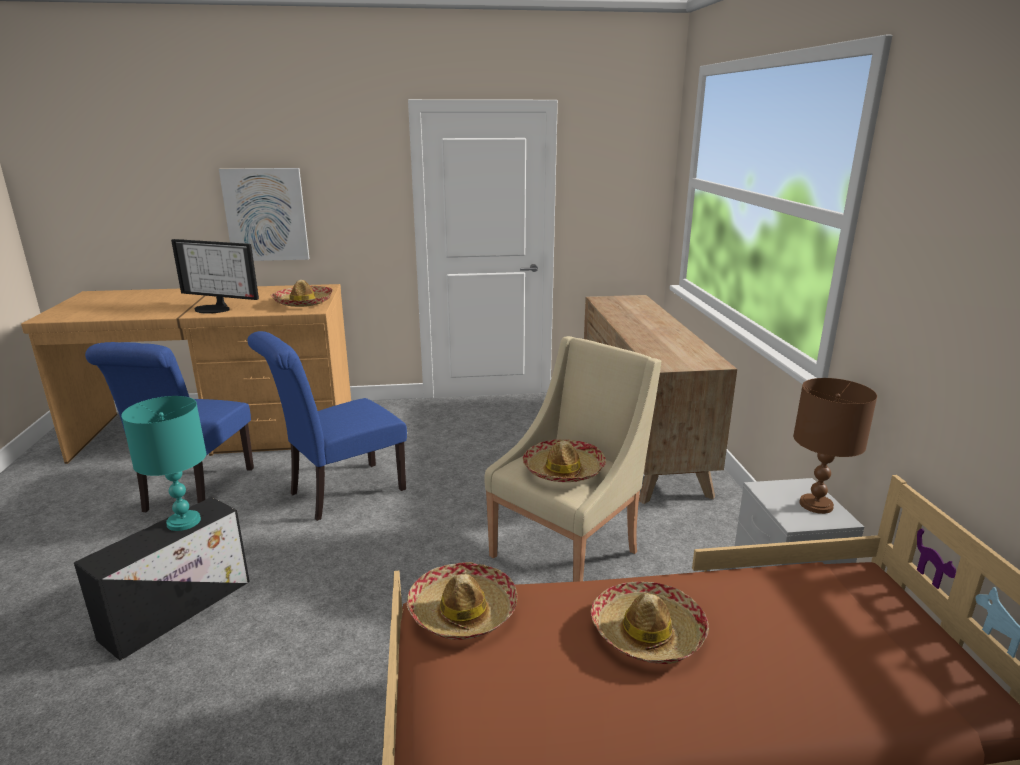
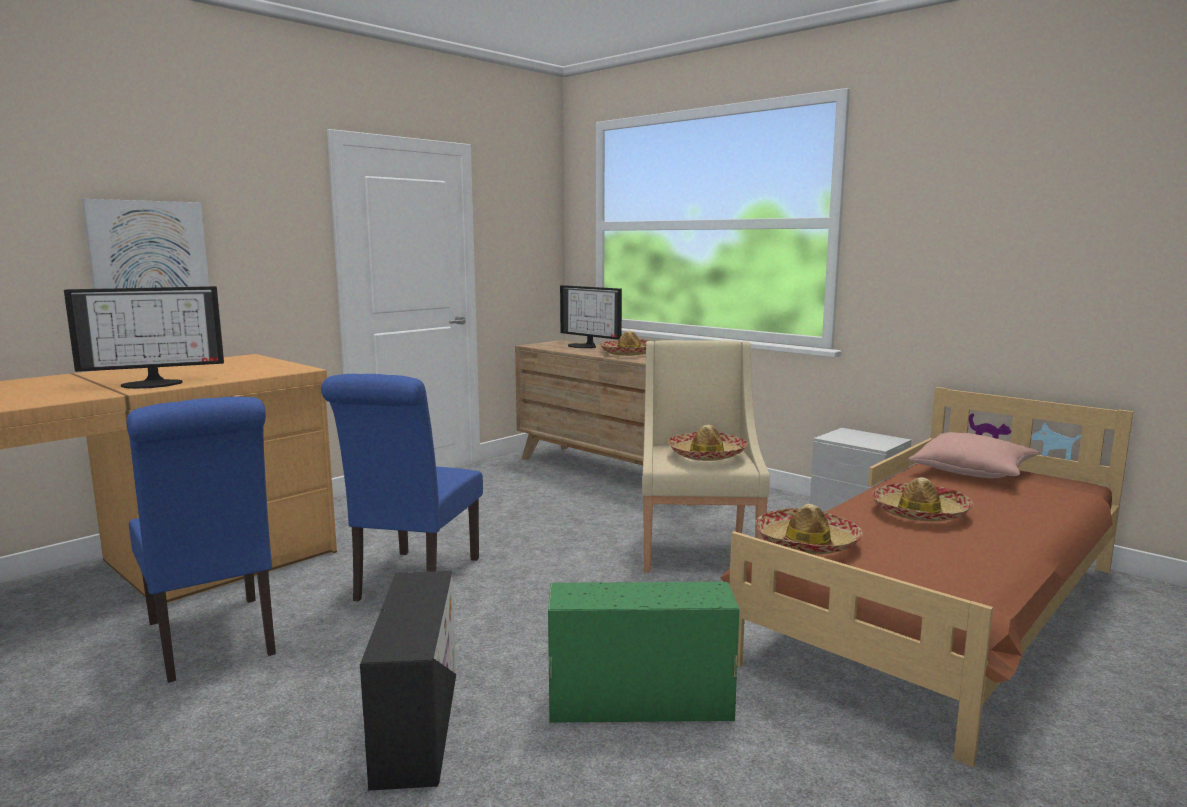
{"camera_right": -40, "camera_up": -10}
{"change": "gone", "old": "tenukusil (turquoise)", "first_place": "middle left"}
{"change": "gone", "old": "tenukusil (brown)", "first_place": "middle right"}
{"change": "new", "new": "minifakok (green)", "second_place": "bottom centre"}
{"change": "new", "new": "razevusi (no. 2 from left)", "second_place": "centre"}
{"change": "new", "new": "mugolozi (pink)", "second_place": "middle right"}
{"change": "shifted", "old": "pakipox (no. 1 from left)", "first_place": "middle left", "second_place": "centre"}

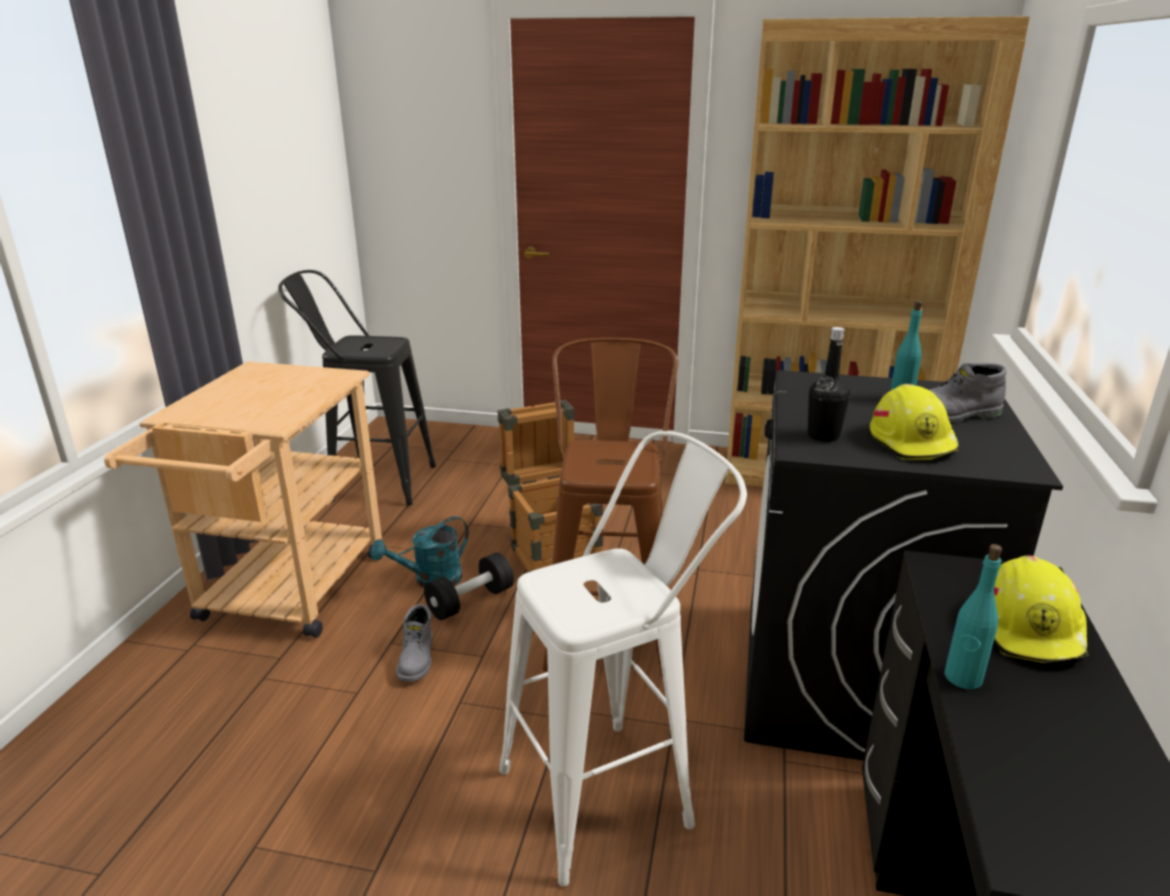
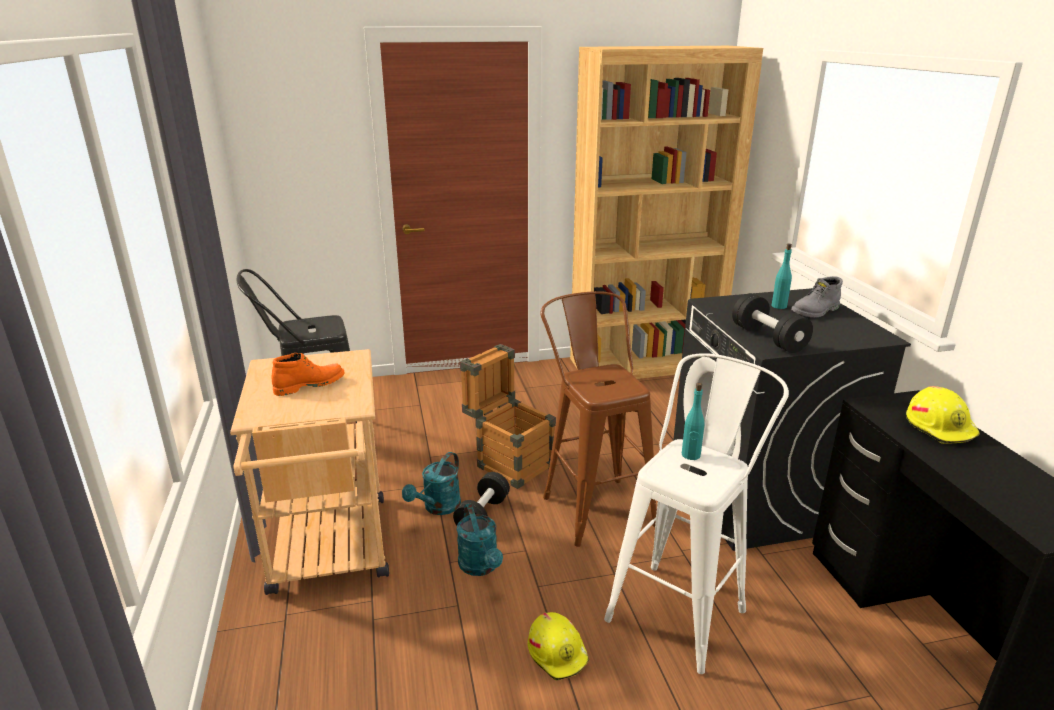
{"camera_right": -25, "camera_up": 0}
{"change": "new", "new": "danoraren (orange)", "second_place": "middle left"}
{"change": "shifted", "old": "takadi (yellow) (no. 1 from left)", "first_place": "middle right", "second_place": "bottom centre"}
{"change": "shifted", "old": "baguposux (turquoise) (no. 2 from left in the first image)", "new": "baguposux (turquoise) (no. 1 from left)", "first_place": "bottom right", "second_place": "centre"}
{"change": "swapped", "old": "danoraren (grey) (no. 1 from left)", "new": "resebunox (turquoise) (no. 2 from left)", "first_place": "bottom centre", "second_place": "bottom centre"}
{"change": "swapped", "old": "baguposux (black)", "new": "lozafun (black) (no. 2 from left)", "first_place": "middle right", "second_place": "middle right"}

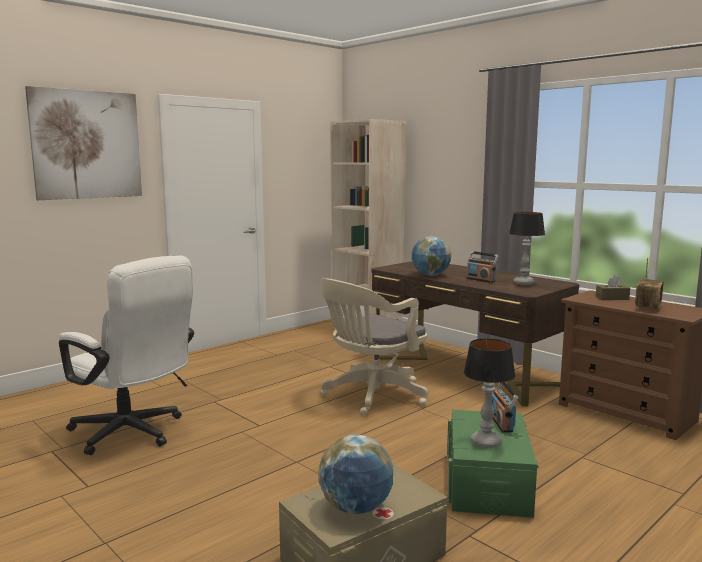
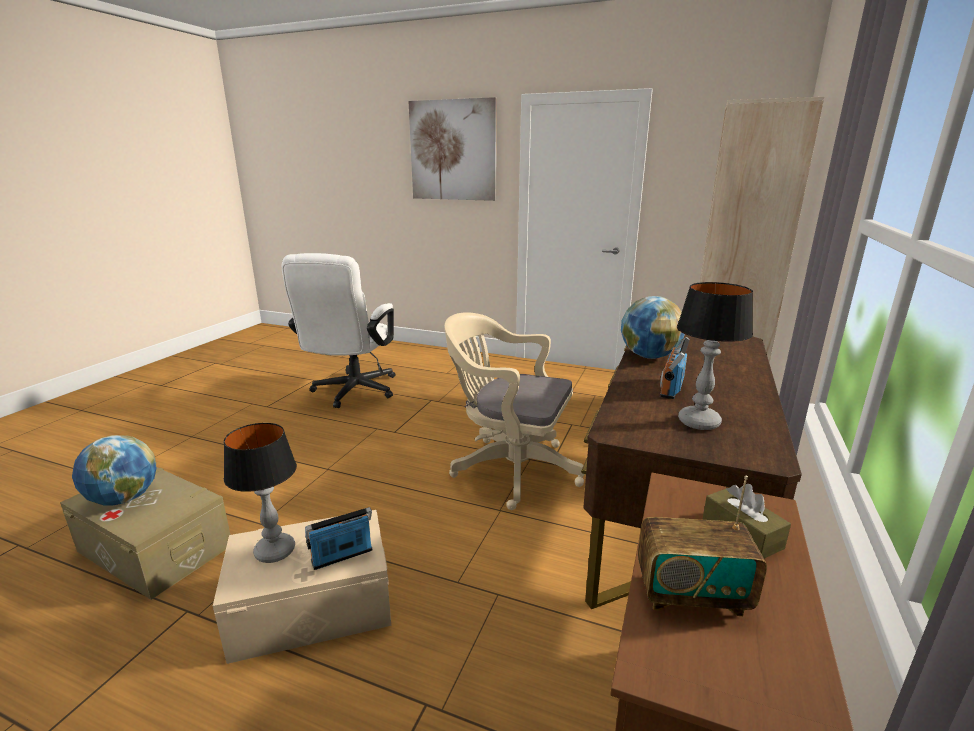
{"camera_right": 65, "camera_up": 10}
{"change": "repainted", "old": "minifakok (green)", "new": "minifakok (beige) (no. 2 from left)", "first_place": "bottom right", "second_place": "bottom left"}

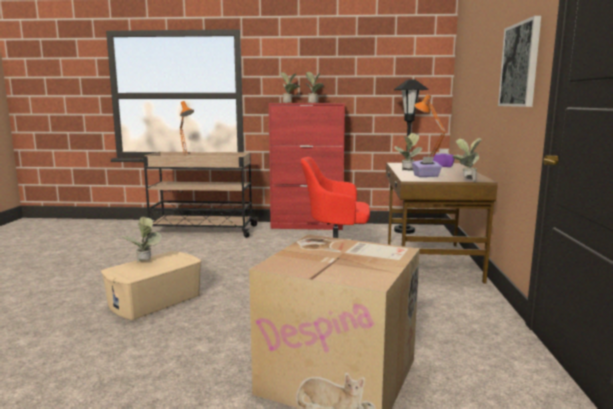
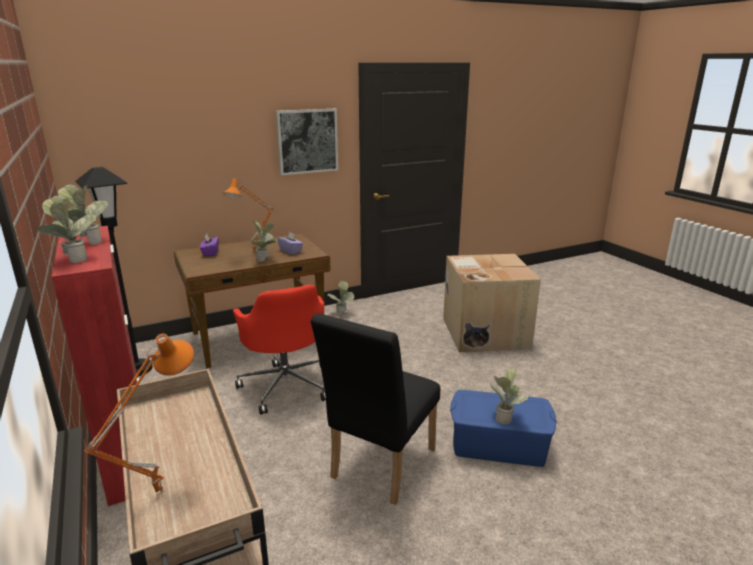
{"camera_right": -120, "camera_up": 10}
{"change": "new", "new": "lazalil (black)", "second_place": "bottom centre"}
{"change": "shifted", "old": "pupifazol (no. 5 from left in the first image)", "new": "pupifazol (no. 4 from left)", "first_place": "middle right", "second_place": "centre"}
{"change": "repainted", "old": "minifakok (beige)", "new": "minifakok (blue)", "first_place": "bottom left", "second_place": "bottom right"}

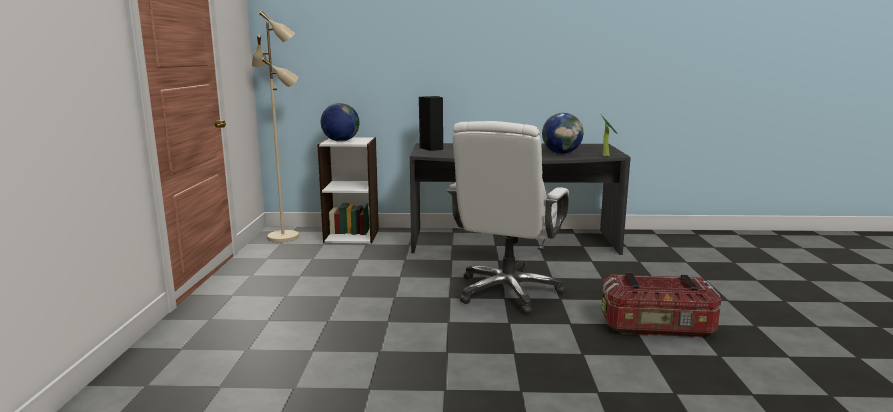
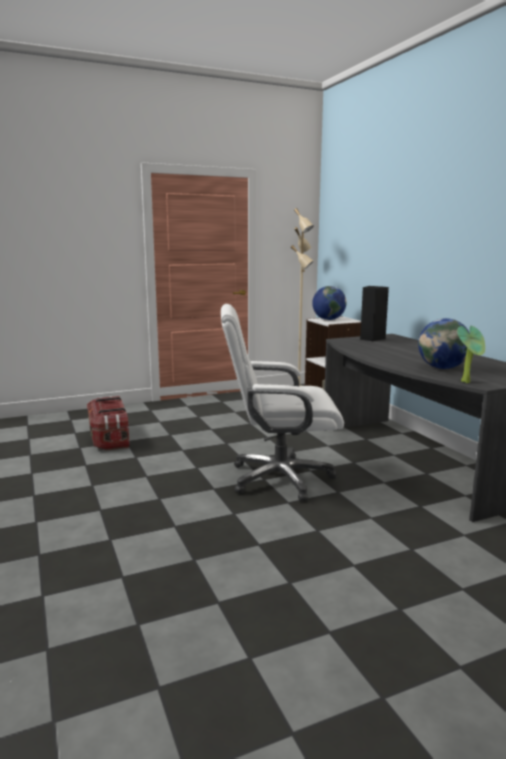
{"camera_right": 65, "camera_up": 0}
{"change": "shifted", "old": "minifakok", "first_place": "bottom right", "second_place": "middle left"}

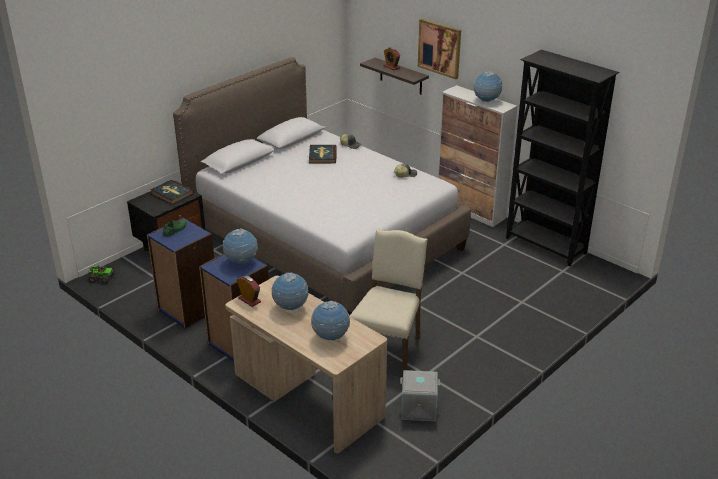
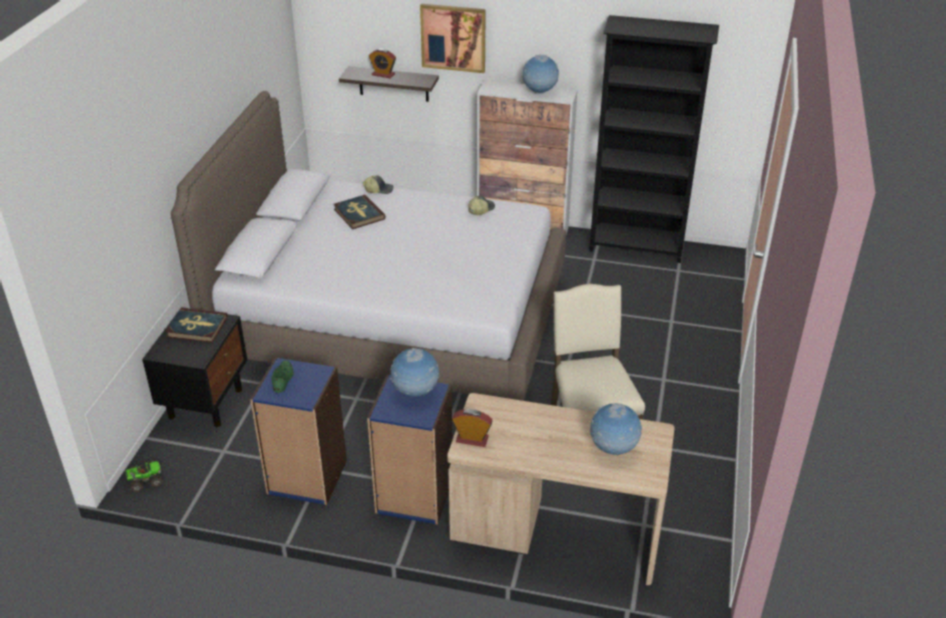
{"camera_right": -30, "camera_up": 5}
{"change": "gone", "old": "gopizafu (no. 2 from left)", "first_place": "centre"}
{"change": "gone", "old": "minifakok (grey)", "first_place": "bottom centre"}

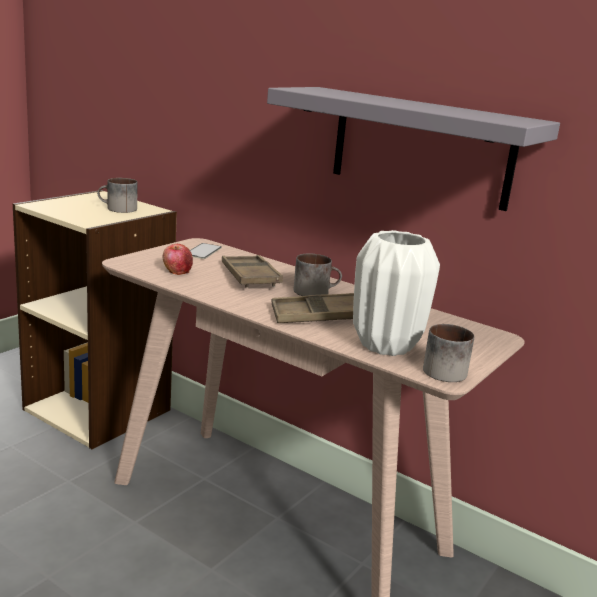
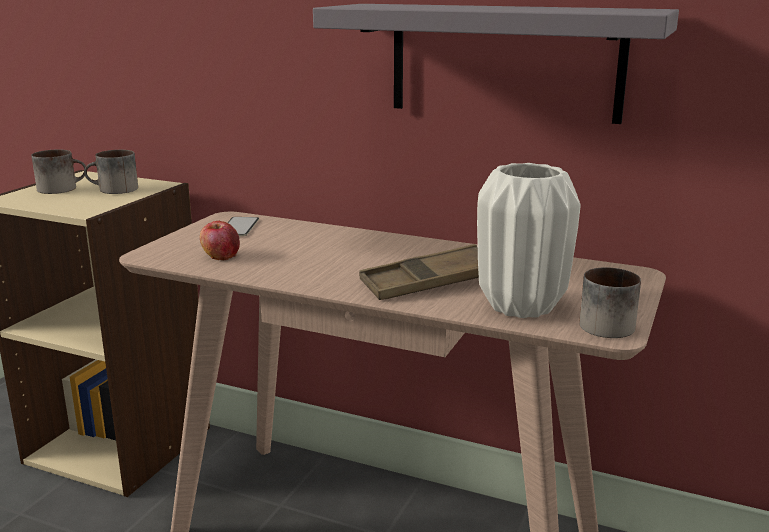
{"camera_right": -10, "camera_up": 0}
{"change": "gone", "old": "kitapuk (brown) (no. 1 from left)", "first_place": "centre"}
{"change": "shifted", "old": "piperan (no. 2 from left in the first image)", "new": "piperan (no. 1 from left)", "first_place": "centre", "second_place": "top left"}

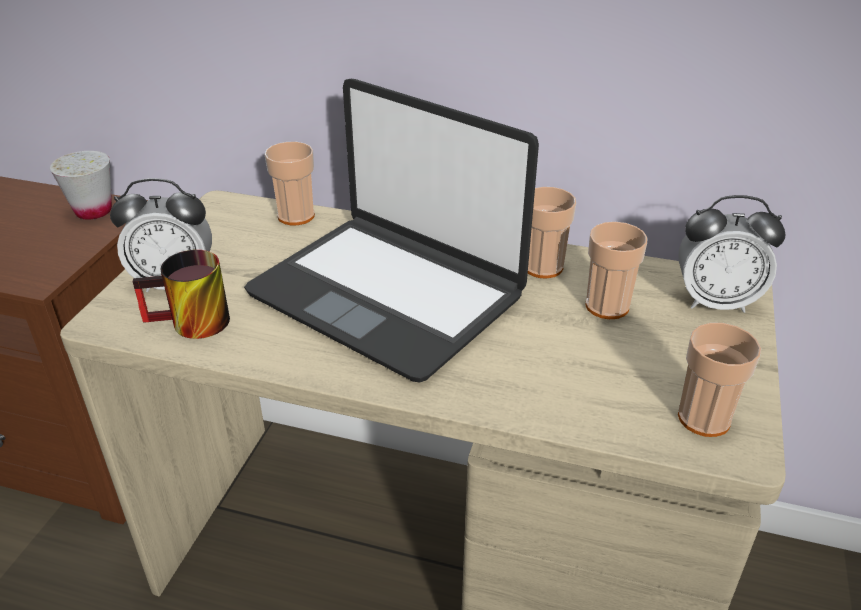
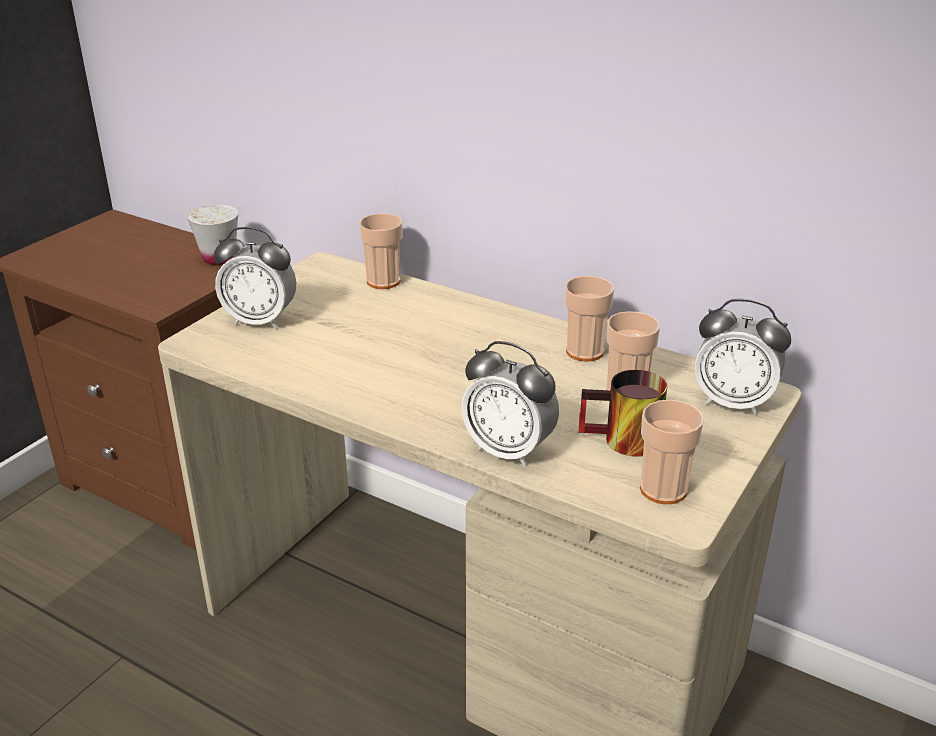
{"camera_right": 15, "camera_up": -5}
{"change": "gone", "old": "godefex", "first_place": "centre"}
{"change": "new", "new": "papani (no. 2 from left)", "second_place": "centre"}
{"change": "shifted", "old": "piperan", "first_place": "middle left", "second_place": "centre"}

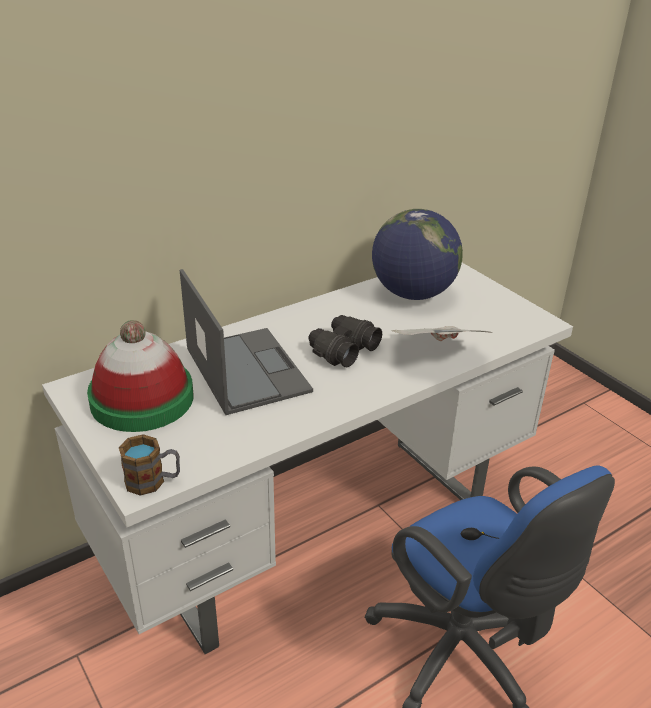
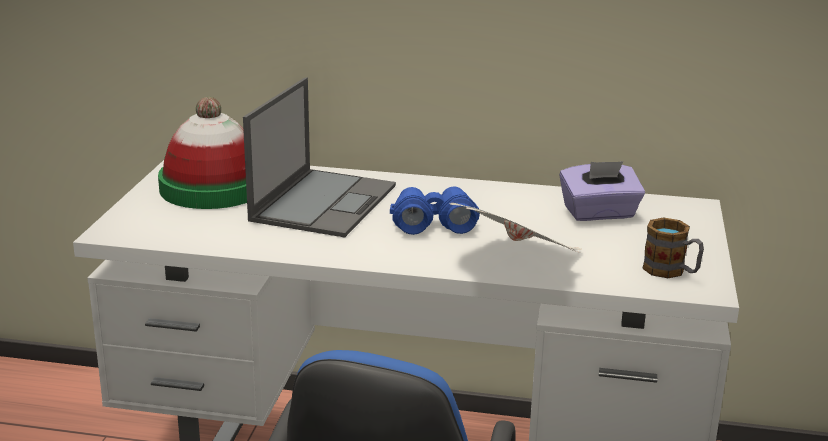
{"camera_right": 45, "camera_up": -10}
{"change": "shifted", "old": "piperan", "first_place": "middle left", "second_place": "middle right"}
{"change": "swapped", "old": "gopizafu", "new": "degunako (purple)", "first_place": "centre", "second_place": "middle right"}
{"change": "repainted", "old": "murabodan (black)", "new": "murabodan (blue)", "first_place": "centre", "second_place": "centre"}

